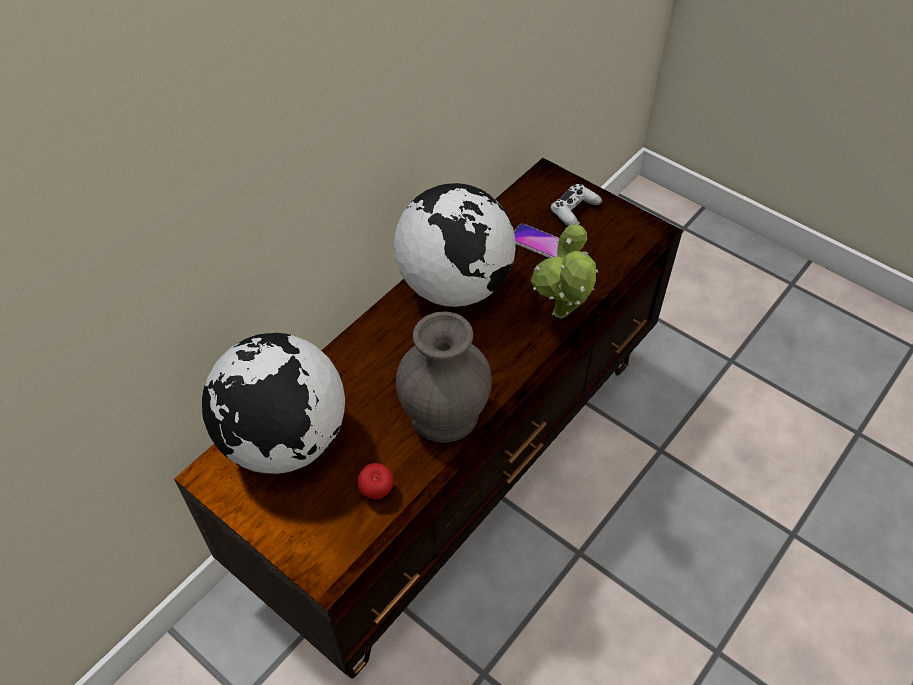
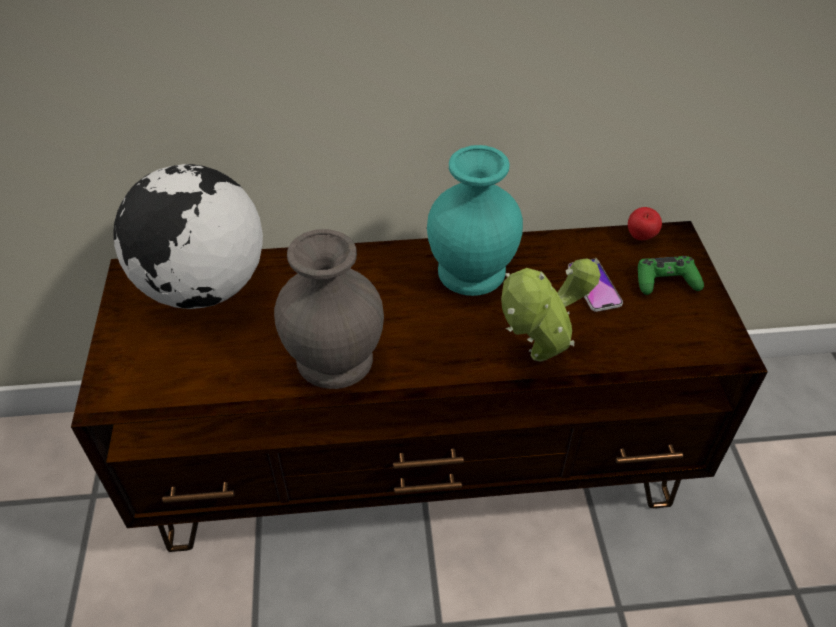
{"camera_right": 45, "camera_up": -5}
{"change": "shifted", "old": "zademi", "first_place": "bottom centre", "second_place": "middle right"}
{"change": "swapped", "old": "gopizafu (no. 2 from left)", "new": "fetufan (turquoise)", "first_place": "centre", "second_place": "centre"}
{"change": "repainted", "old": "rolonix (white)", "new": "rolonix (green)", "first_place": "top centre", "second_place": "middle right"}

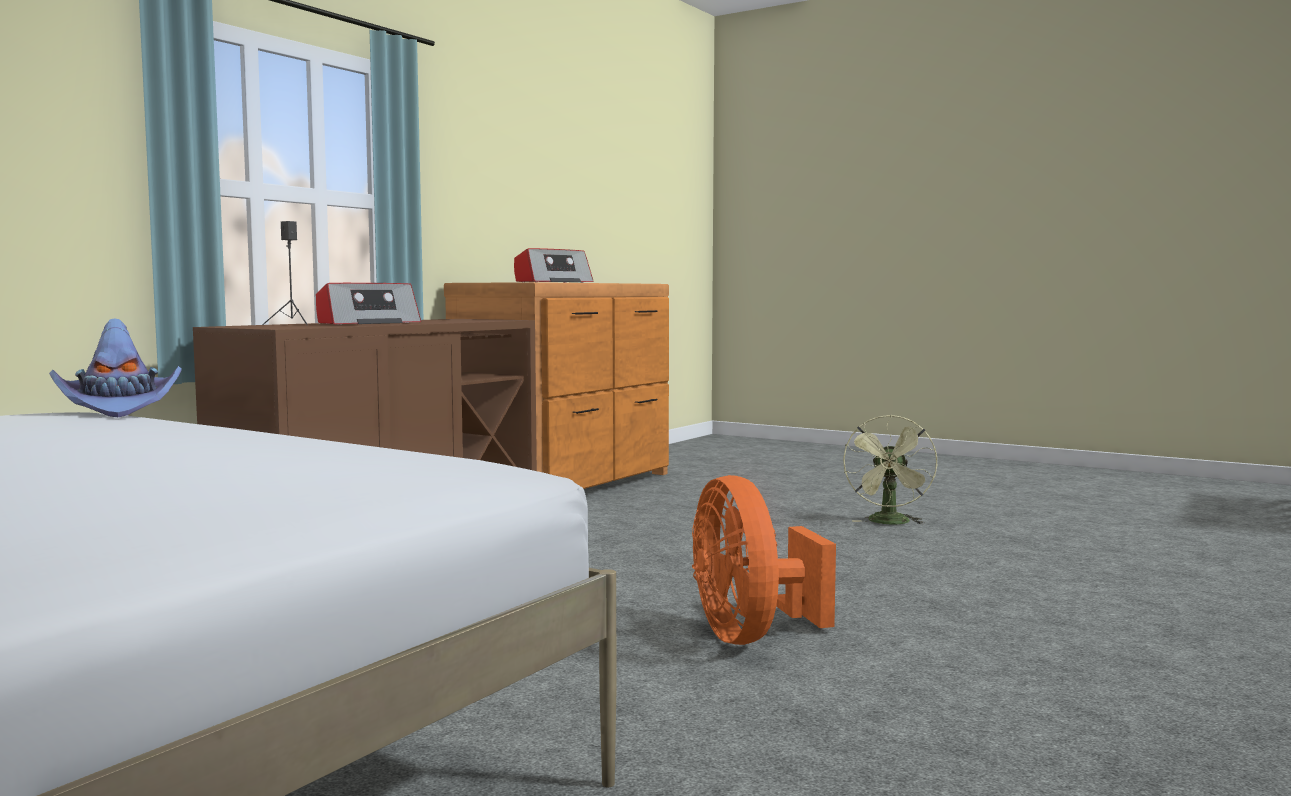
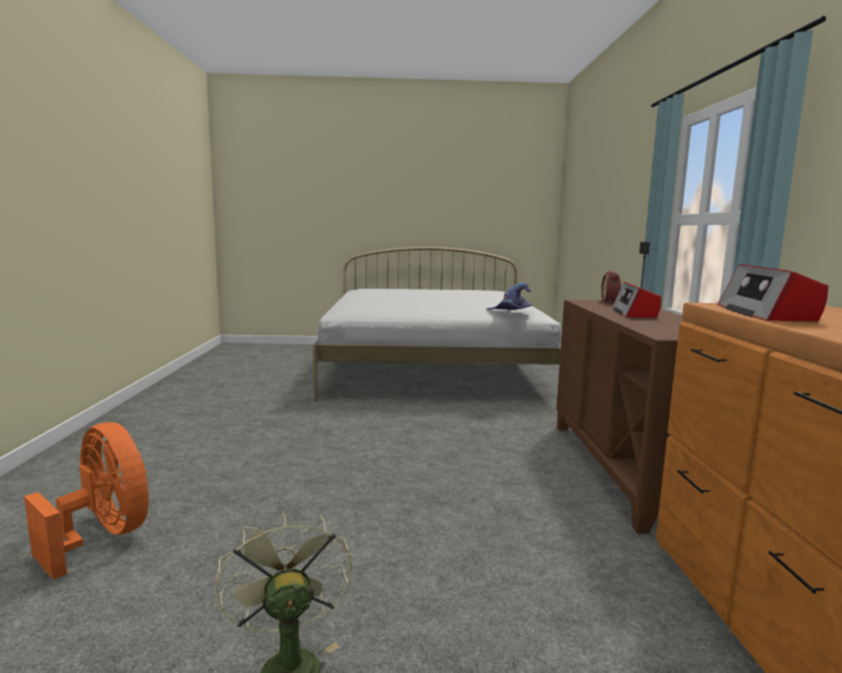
{"camera_right": 145, "camera_up": 5}
{"change": "new", "new": "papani", "second_place": "middle right"}
{"change": "shifted", "old": "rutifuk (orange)", "first_place": "bottom centre", "second_place": "bottom left"}

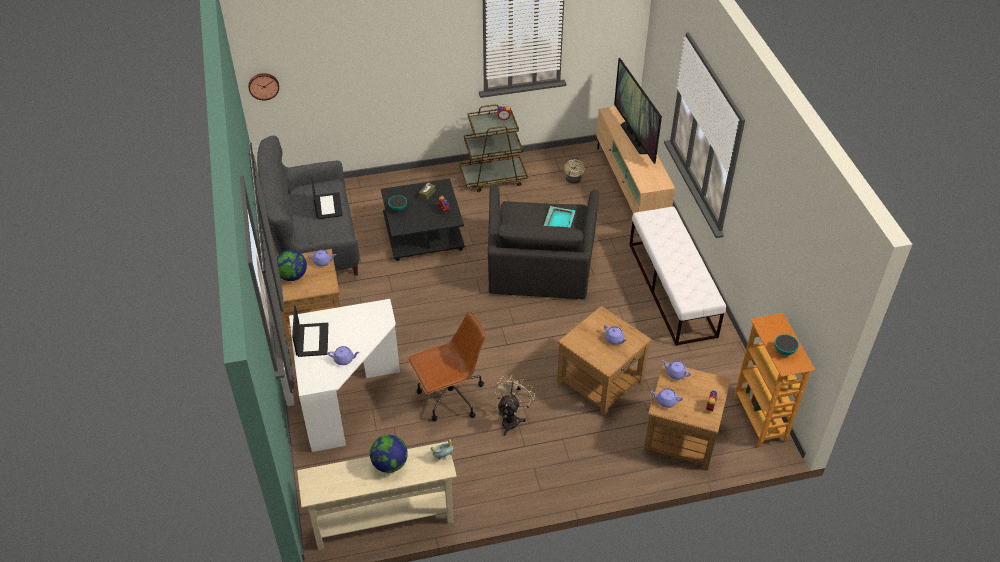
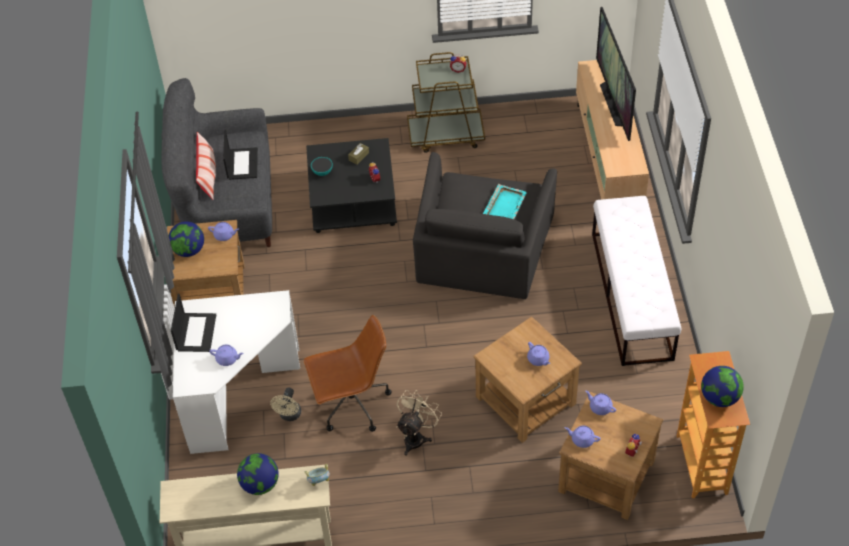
{"camera_right": 10, "camera_up": 5}
{"change": "gone", "old": "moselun", "first_place": "top left"}
{"change": "new", "new": "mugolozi", "second_place": "top left"}
{"change": "shifted", "old": "rutifuk (beige) (no. 2 from left in the first image)", "new": "rutifuk (beige) (no. 1 from left)", "first_place": "top centre", "second_place": "bottom centre"}
{"change": "swapped", "old": "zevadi (no. 3 from left)", "new": "gopizafu (no. 3 from left)", "first_place": "middle right", "second_place": "bottom right"}

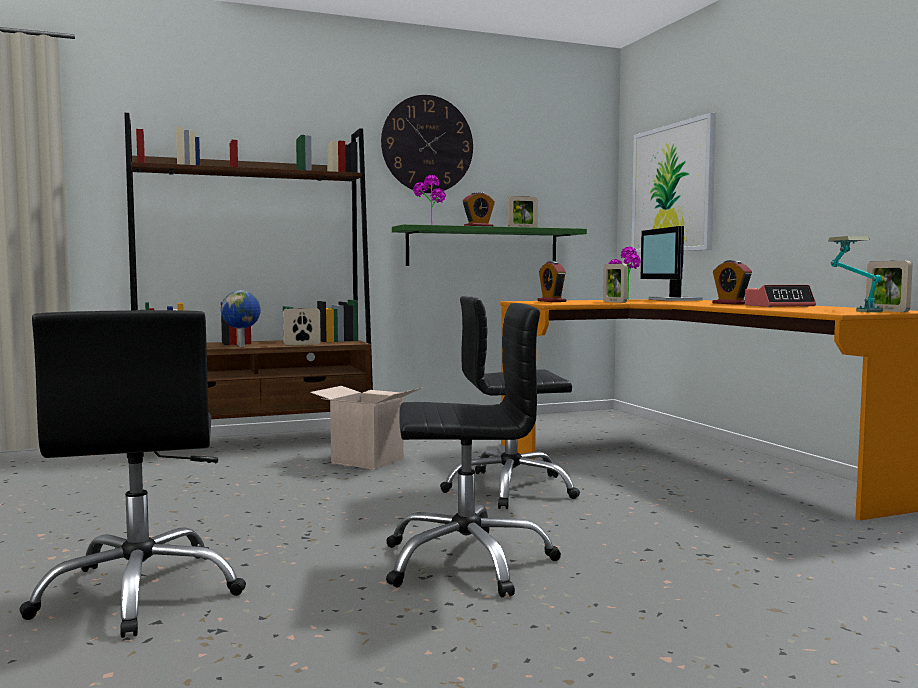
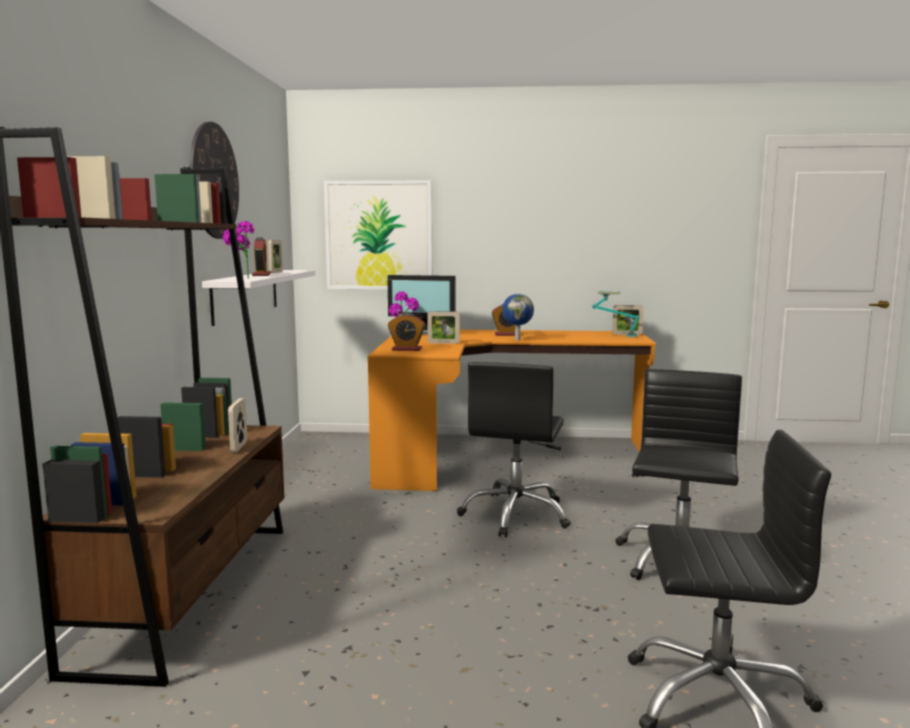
{"camera_right": -65, "camera_up": 5}
{"change": "gone", "old": "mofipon", "first_place": "centre"}
{"change": "gone", "old": "papani (no. 4 from left)", "first_place": "middle right"}
{"change": "shifted", "old": "gopizafu", "first_place": "middle left", "second_place": "centre"}
{"change": "repainted", "old": "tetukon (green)", "new": "tetukon (white)", "first_place": "centre", "second_place": "middle left"}

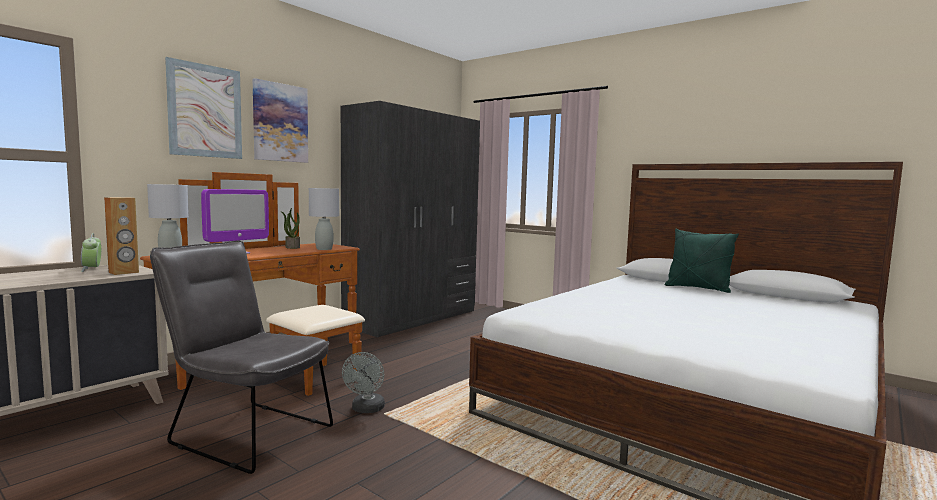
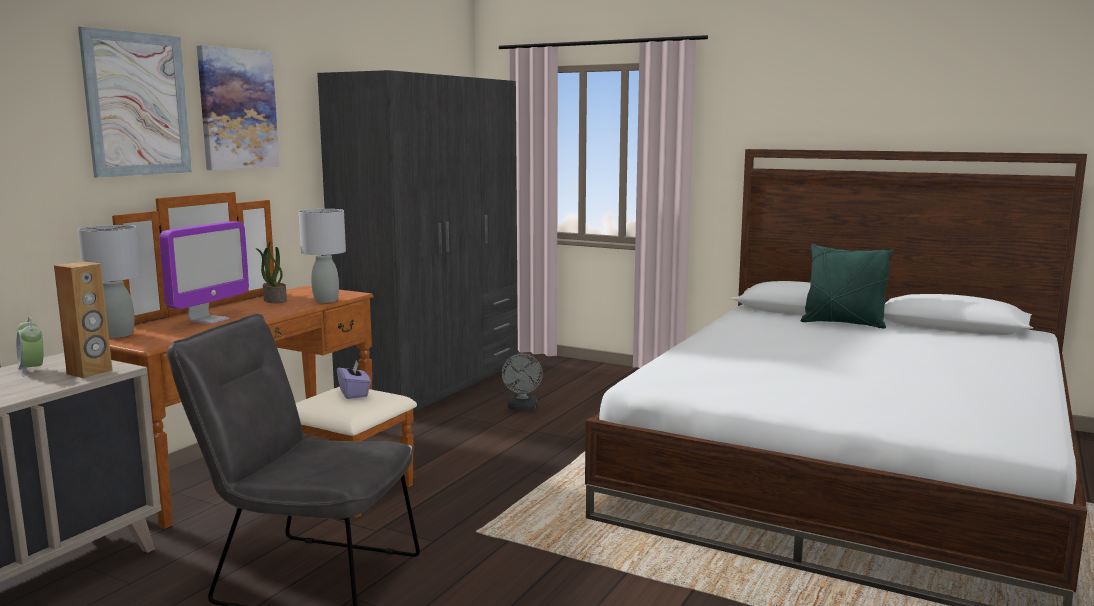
{"camera_right": -10, "camera_up": 5}
{"change": "new", "new": "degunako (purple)", "second_place": "middle left"}
{"change": "shifted", "old": "rutifuk (grey)", "first_place": "bottom centre", "second_place": "centre"}

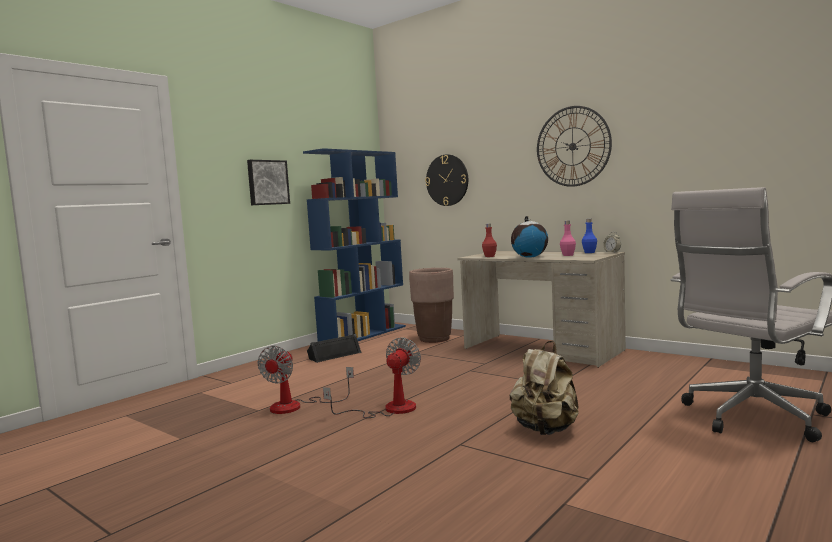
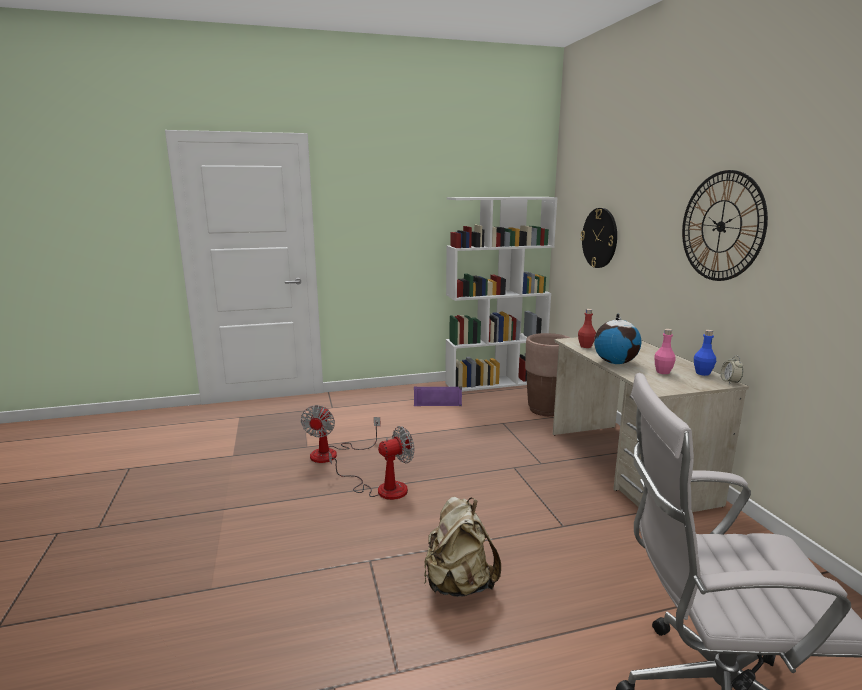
{"camera_right": 35, "camera_up": 10}
{"change": "gone", "old": "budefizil", "first_place": "middle left"}
{"change": "repainted", "old": "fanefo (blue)", "new": "fanefo (white)", "first_place": "centre", "second_place": "centre"}
{"change": "repainted", "old": "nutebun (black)", "new": "nutebun (purple)", "first_place": "centre", "second_place": "centre"}
{"change": "rotated", "old": "rutifuk (no. 1 from left)", "first_place": "bottom centre", "second_place": "centre", "degrees": -45}

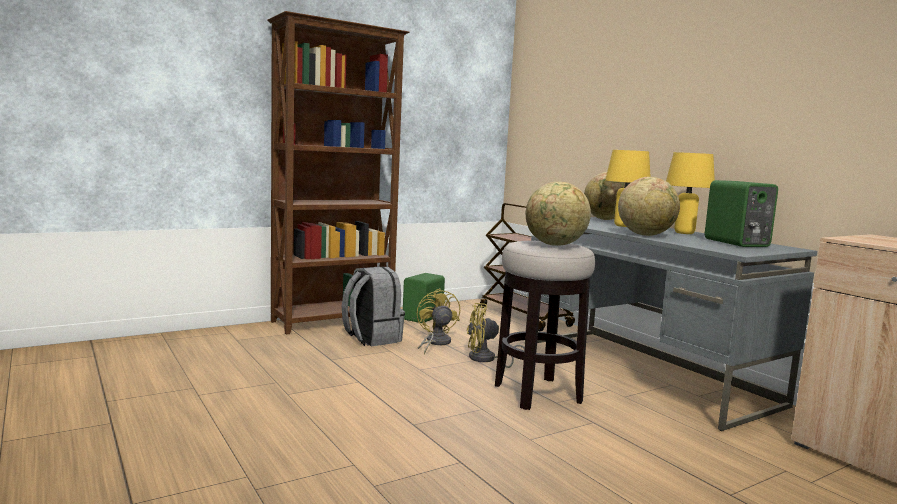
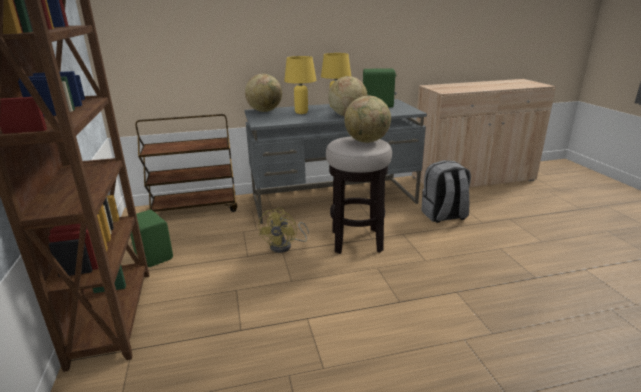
{"camera_right": -70, "camera_up": 15}
{"change": "gone", "old": "rutifuk (yellow) (no. 1 from left)", "first_place": "centre"}
{"change": "shifted", "old": "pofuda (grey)", "first_place": "centre", "second_place": "middle right"}

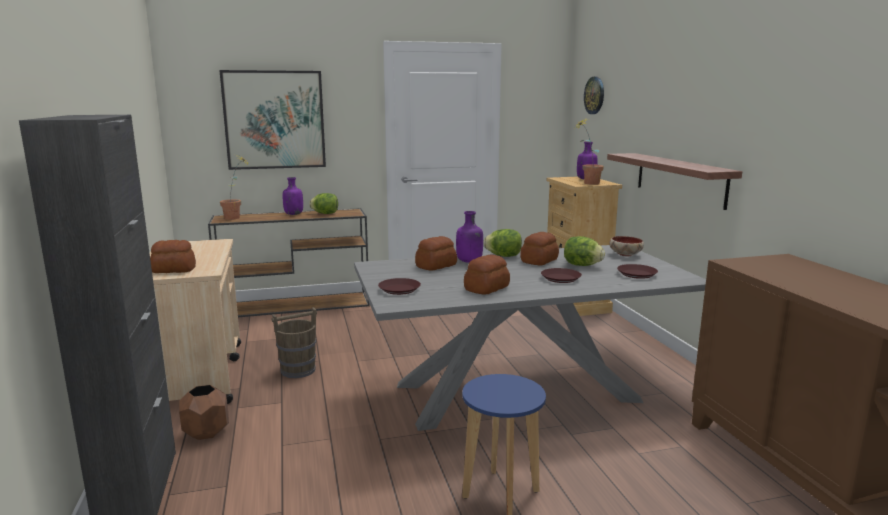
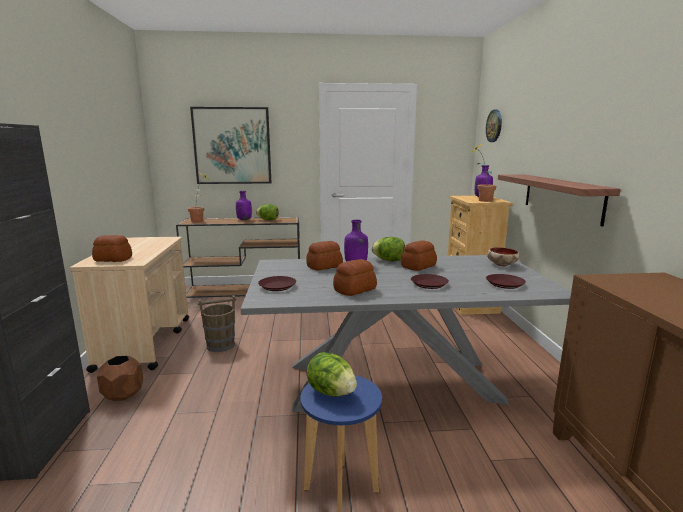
{"camera_right": 10, "camera_up": 0}
{"change": "shifted", "old": "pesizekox (no. 3 from left in the first image)", "new": "pesizekox (no. 2 from left)", "first_place": "centre", "second_place": "bottom centre"}

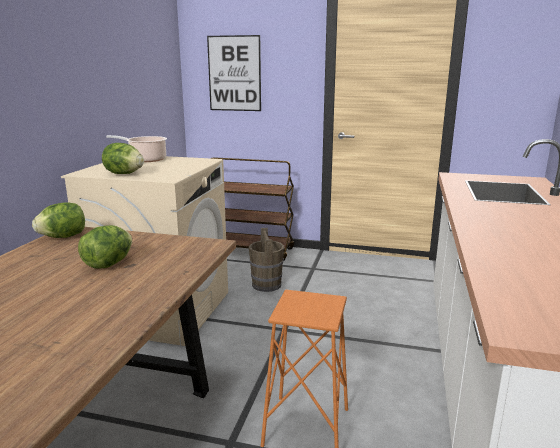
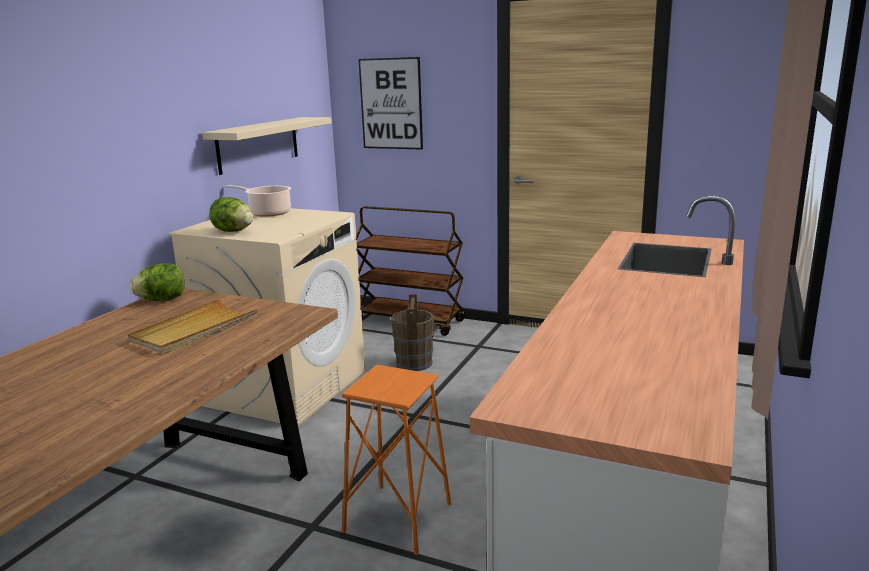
{"camera_right": 10, "camera_up": 0}
{"change": "new", "new": "tetukon (beige)", "second_place": "top left"}
{"change": "swapped", "old": "pesizekox (no. 2 from left)", "new": "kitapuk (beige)", "first_place": "middle left", "second_place": "middle left"}

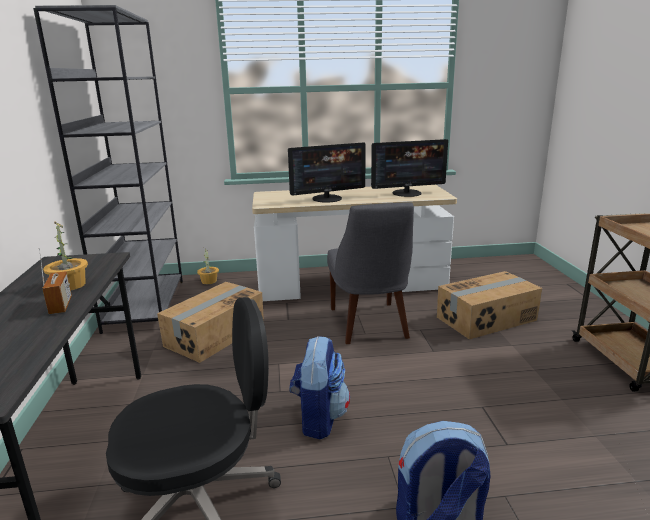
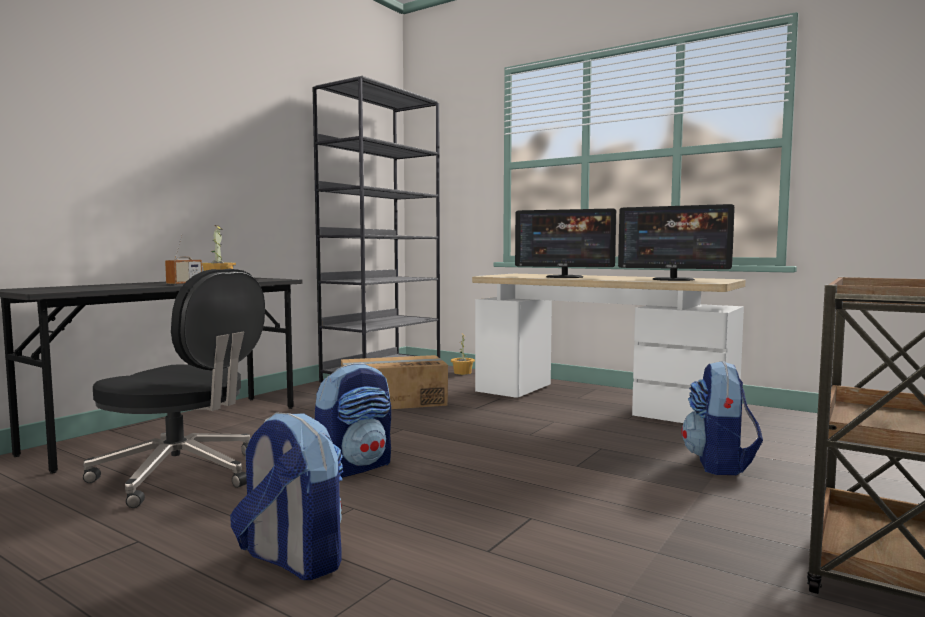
{"camera_right": 40, "camera_up": -15}
{"change": "gone", "old": "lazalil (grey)", "first_place": "centre"}
{"change": "swapped", "old": "mofipon (no. 2 from left)", "new": "pofuda (no. 3 from left)", "first_place": "middle right", "second_place": "bottom right"}

